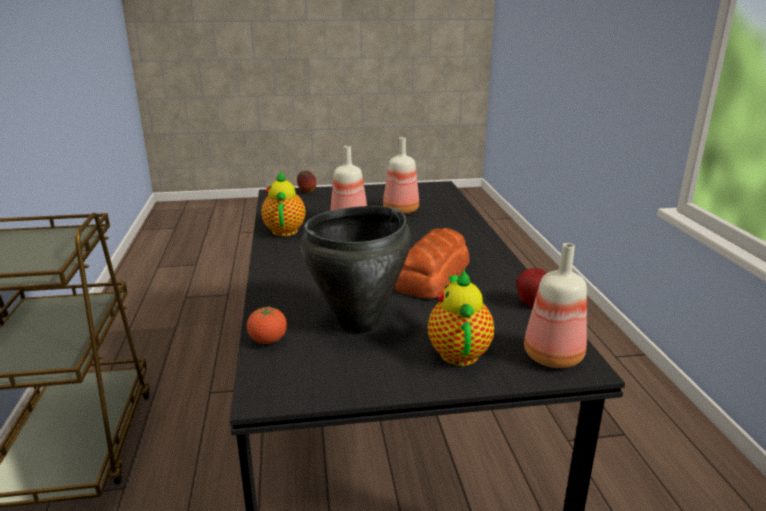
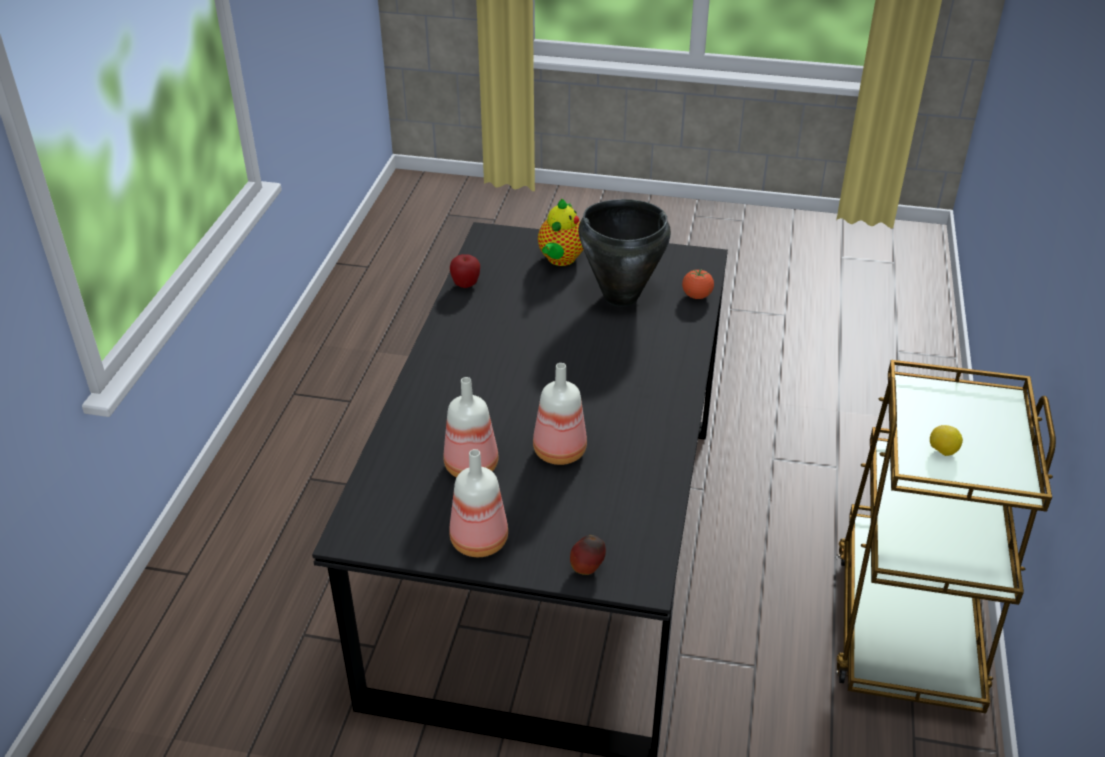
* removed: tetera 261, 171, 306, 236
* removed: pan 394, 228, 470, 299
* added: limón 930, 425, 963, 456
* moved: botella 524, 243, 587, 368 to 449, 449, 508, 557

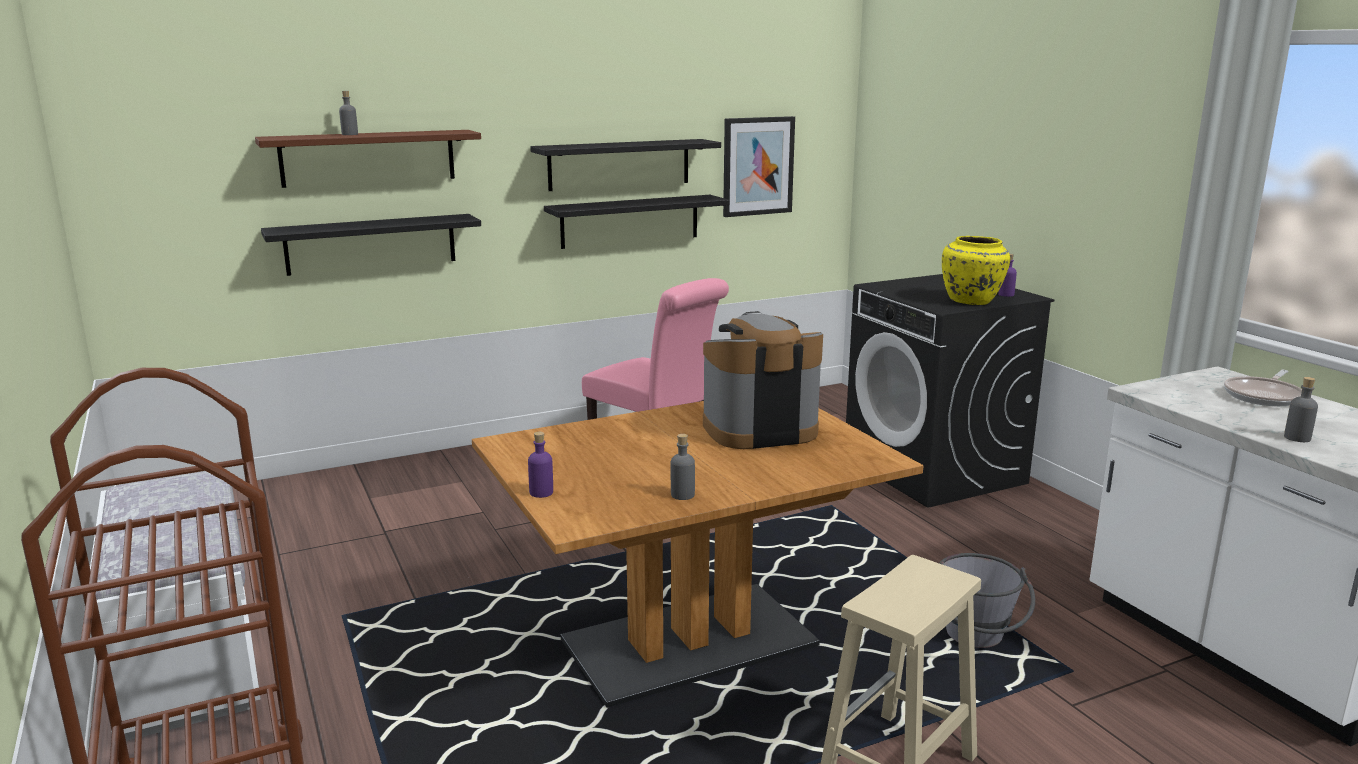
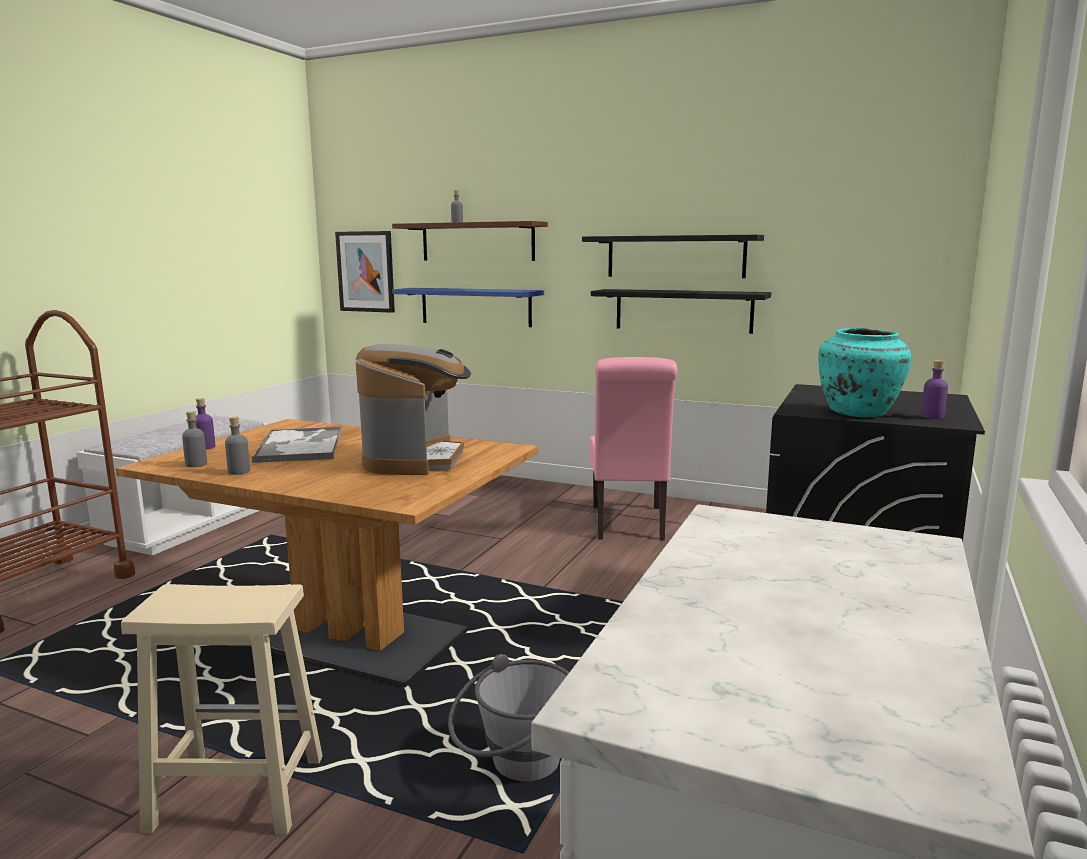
* removed: sartén 1224, 370, 1302, 406
* added: bandeja 251, 427, 342, 463
* moved: cuadro 723, 116, 795, 217 to 335, 231, 395, 313
* moved: botella/gris 1284, 377, 1318, 442 to 182, 411, 207, 467
* recoloured: estante/negro 261, 214, 481, 276 to estante/azul 392, 288, 544, 327
* recoloured: florero/amarillo 942, 236, 1010, 305 to florero/turquesa 818, 328, 911, 417
* turned: cafetera 703, 311, 823, 449 = 356, 344, 471, 475 60 degrees clockwise

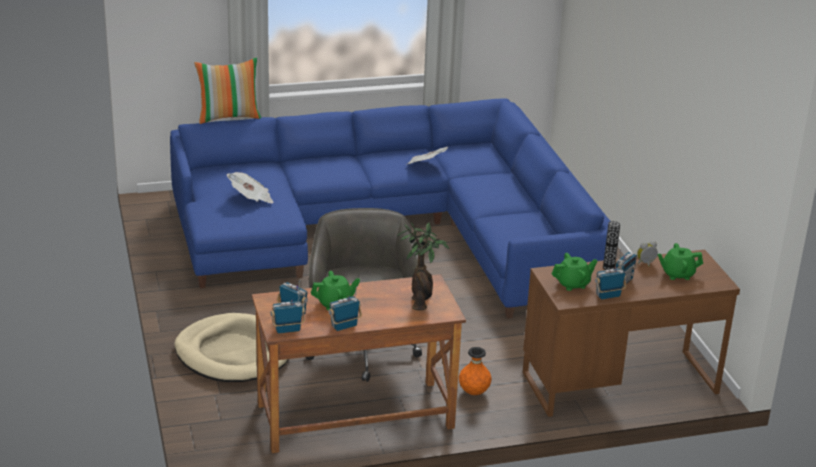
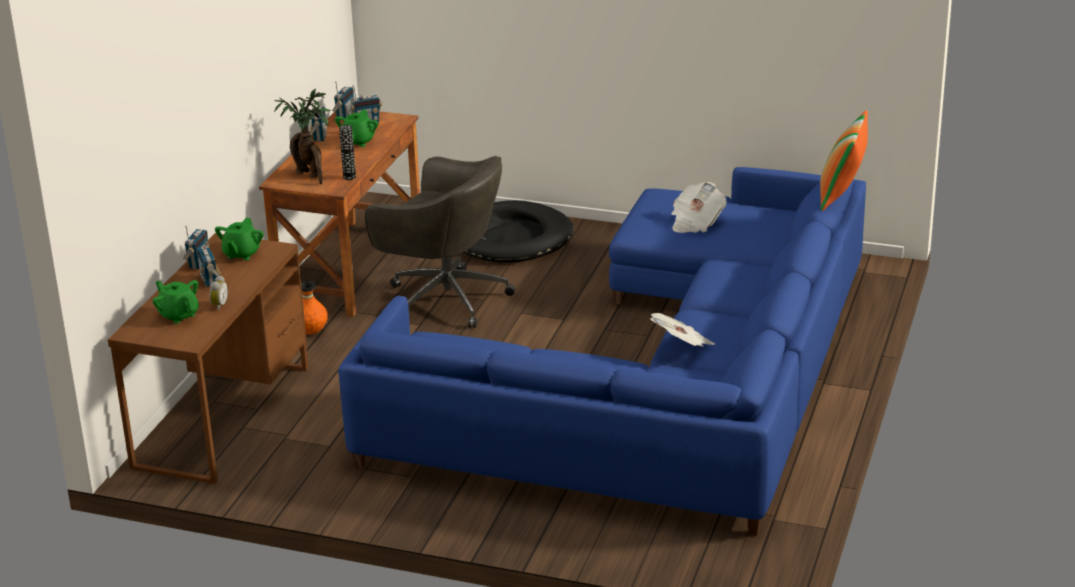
* moved: florero 603, 221, 620, 270 to 339, 125, 356, 180
* recoloured: cama para perro/beis 174, 313, 289, 382 to cama para perro/negro 463, 200, 574, 263
* turned: tetera/verde 657, 243, 703, 280 = 153, 280, 199, 324 75 degrees counterclockwise

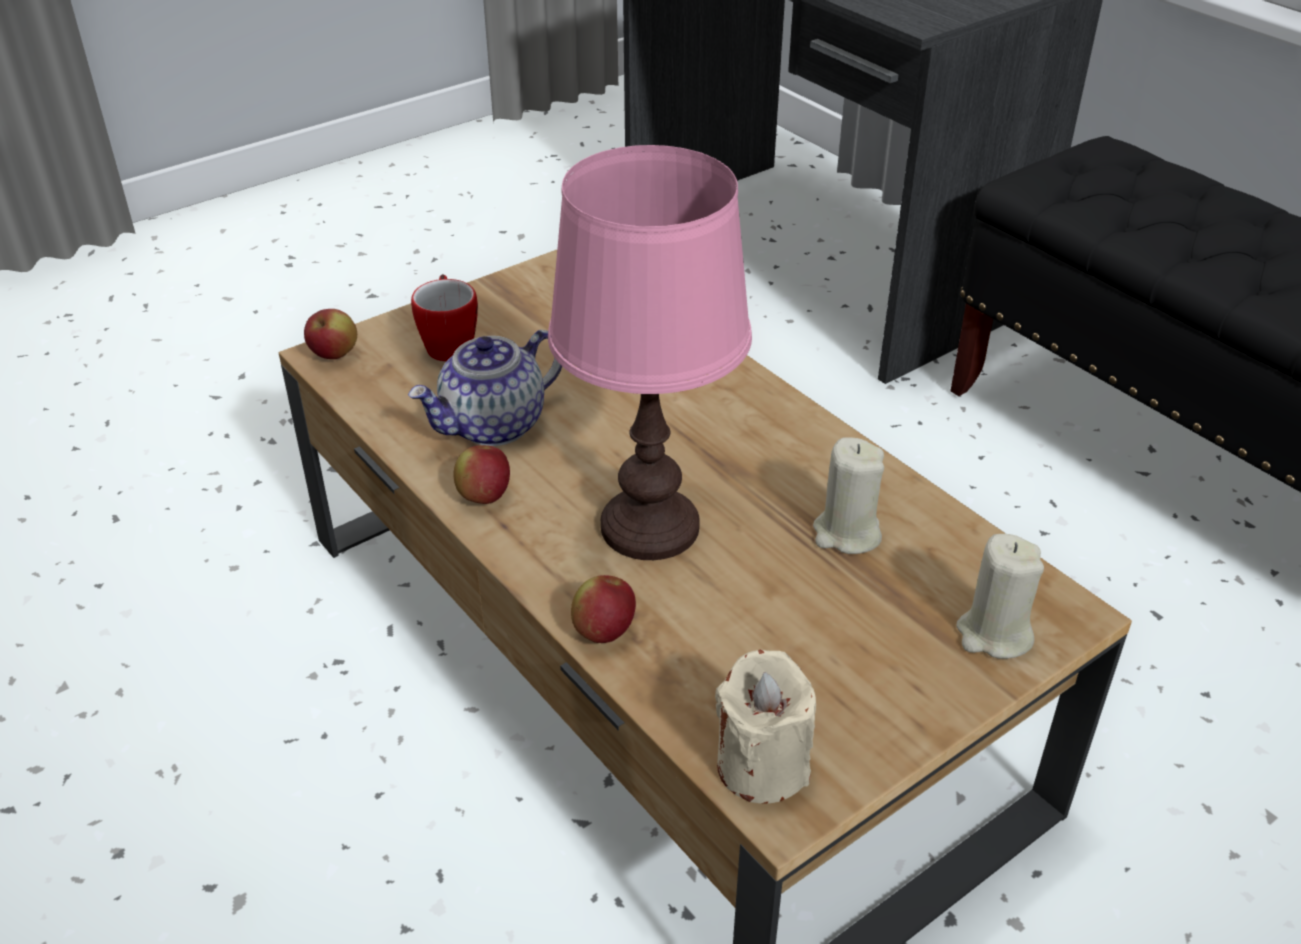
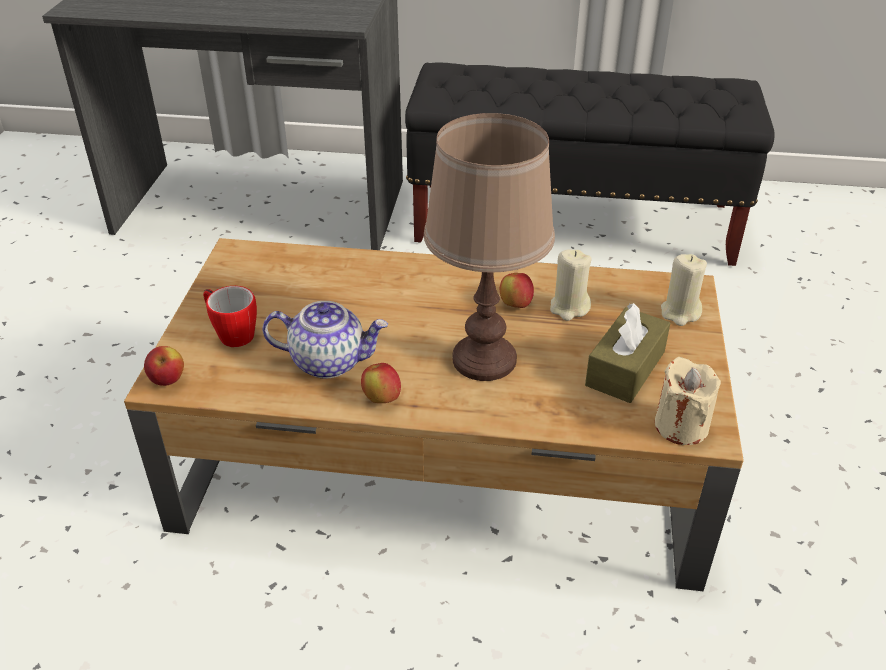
* added: caja de pañuelos/marrón 585, 303, 670, 403
* moved: manzana 571, 575, 636, 643 to 500, 273, 534, 308
* recoloured: lámpara de mesa/rosa 548, 145, 752, 560 to lámpara de mesa/marrón 424, 113, 555, 381
* turned: tetera 408, 330, 562, 446 = 262, 301, 388, 379 90 degrees counterclockwise

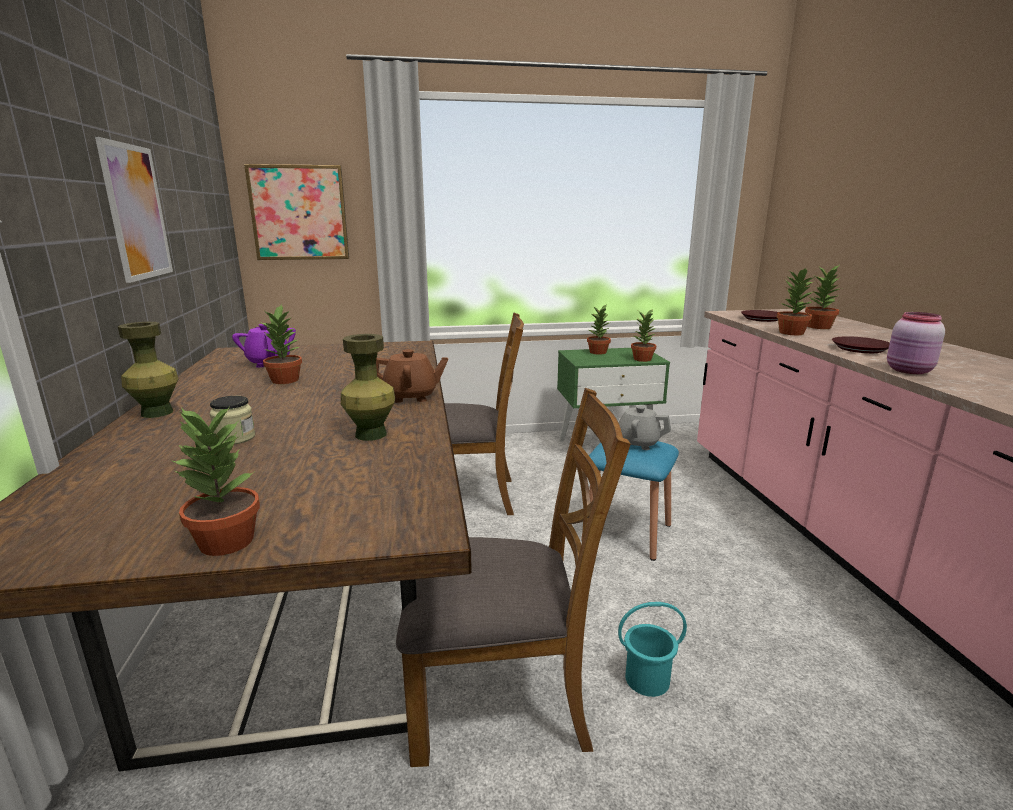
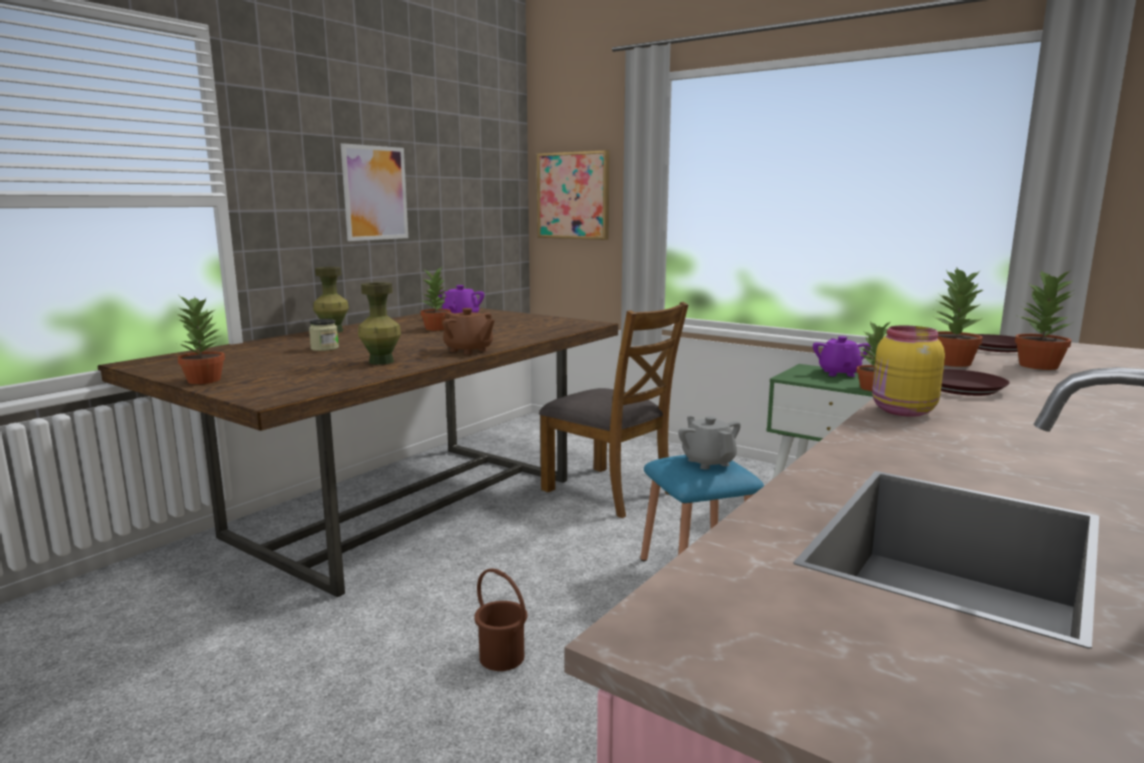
* removed: silla/marrón 396, 388, 631, 767
* replaced: planta en maceta 587, 305, 611, 355 to tetera/morado 813, 336, 871, 377
* recoloured: cubo/turquesa 618, 602, 687, 697 to cubo/marrón 474, 568, 527, 671
* recoloured: tarro/rosa 887, 312, 945, 374 to tarro/amarillo 872, 325, 945, 417

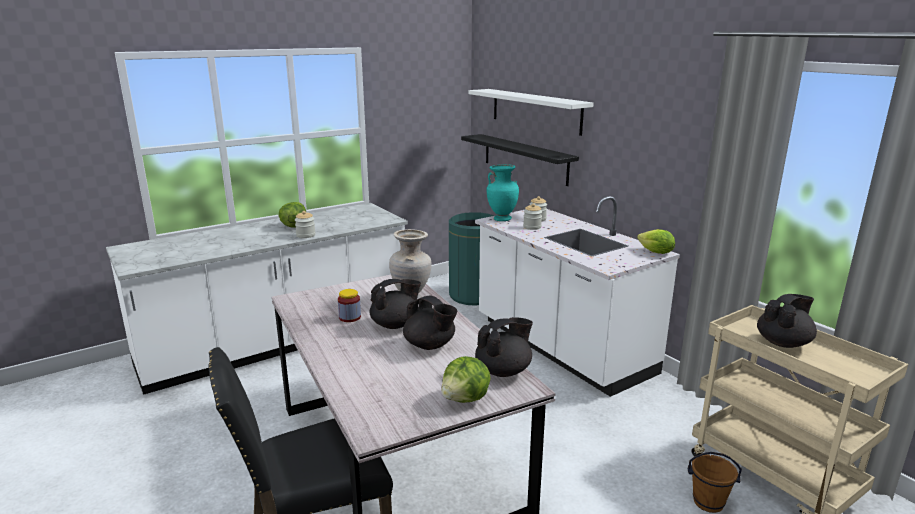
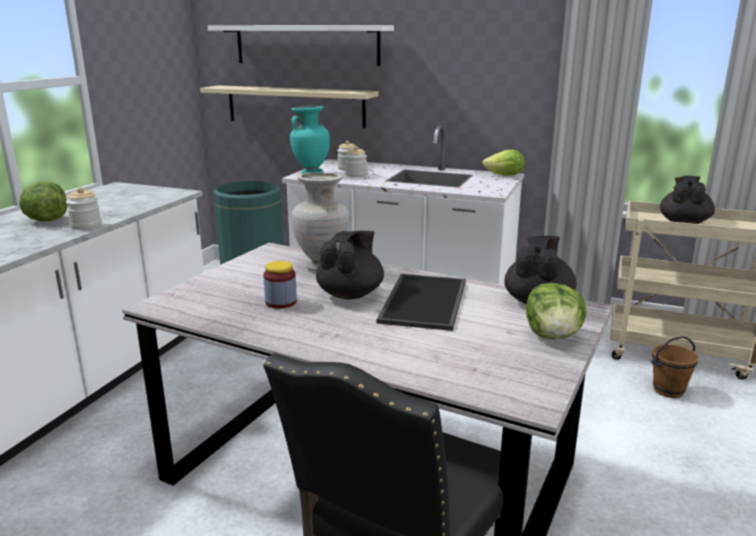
* replaced: tetera/negro 403, 295, 457, 350 to bandeja 377, 274, 466, 331
* recoloured: estante/negro 461, 134, 579, 186 to estante/beis 200, 85, 378, 128

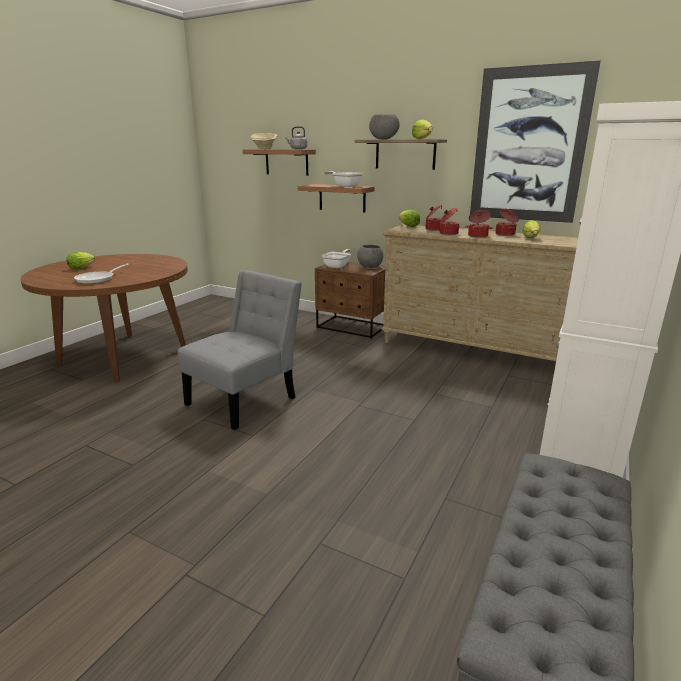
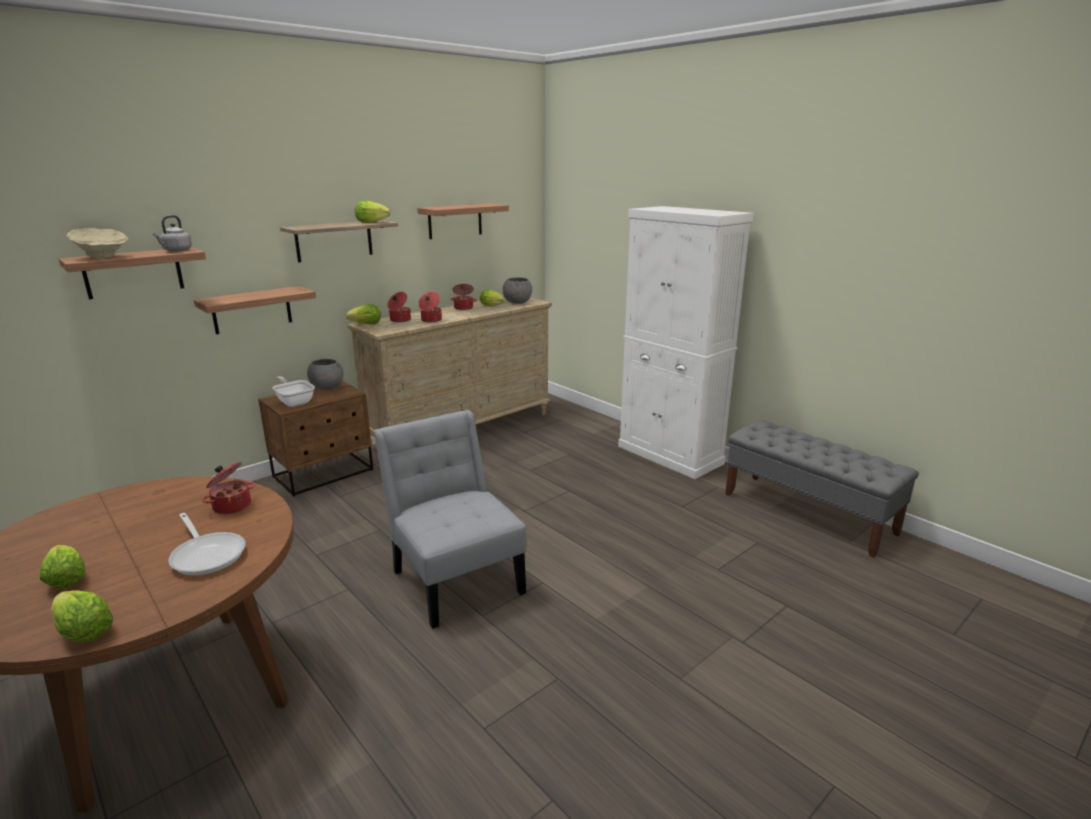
* removed: sartén 324, 171, 363, 187
* added: lechuga 51, 590, 113, 642
* moved: cuenco/gris 369, 114, 400, 140 to 503, 277, 532, 304
* moved: olla 465, 210, 493, 238 to 202, 462, 255, 514
* replaced: cuadro 470, 60, 601, 223 to estante 417, 204, 509, 239

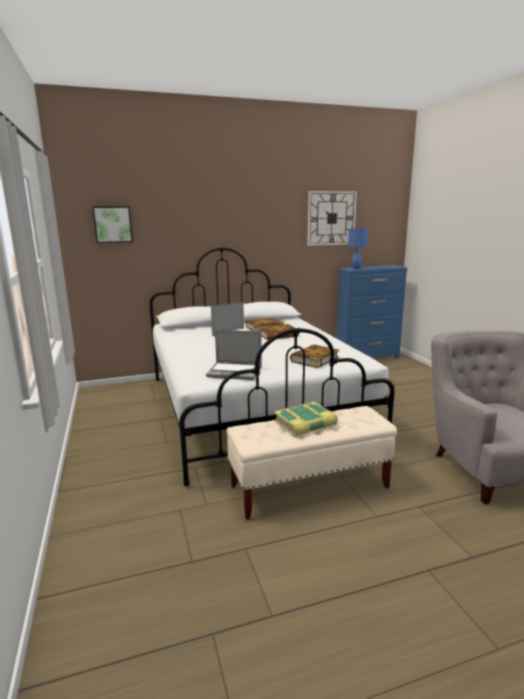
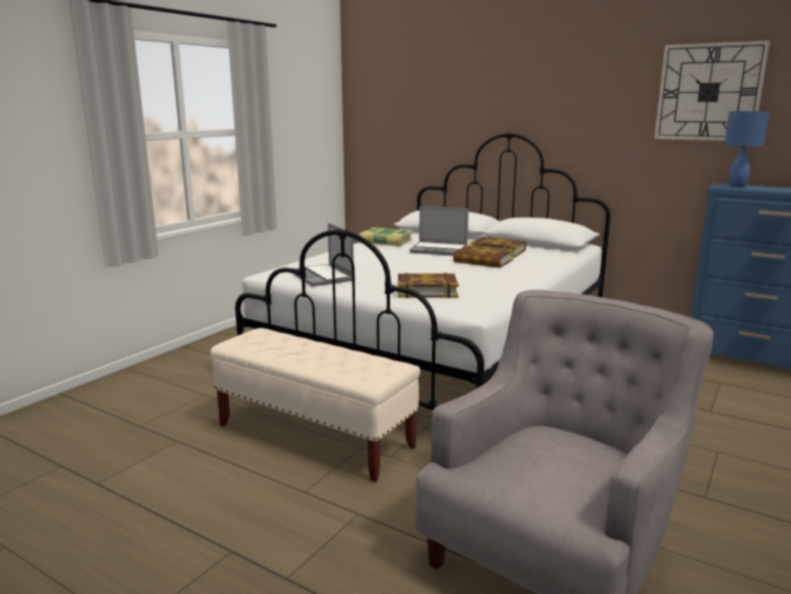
* removed: cuadro 92, 206, 133, 243
* moved: libro 274, 402, 338, 436 to 359, 227, 413, 246

